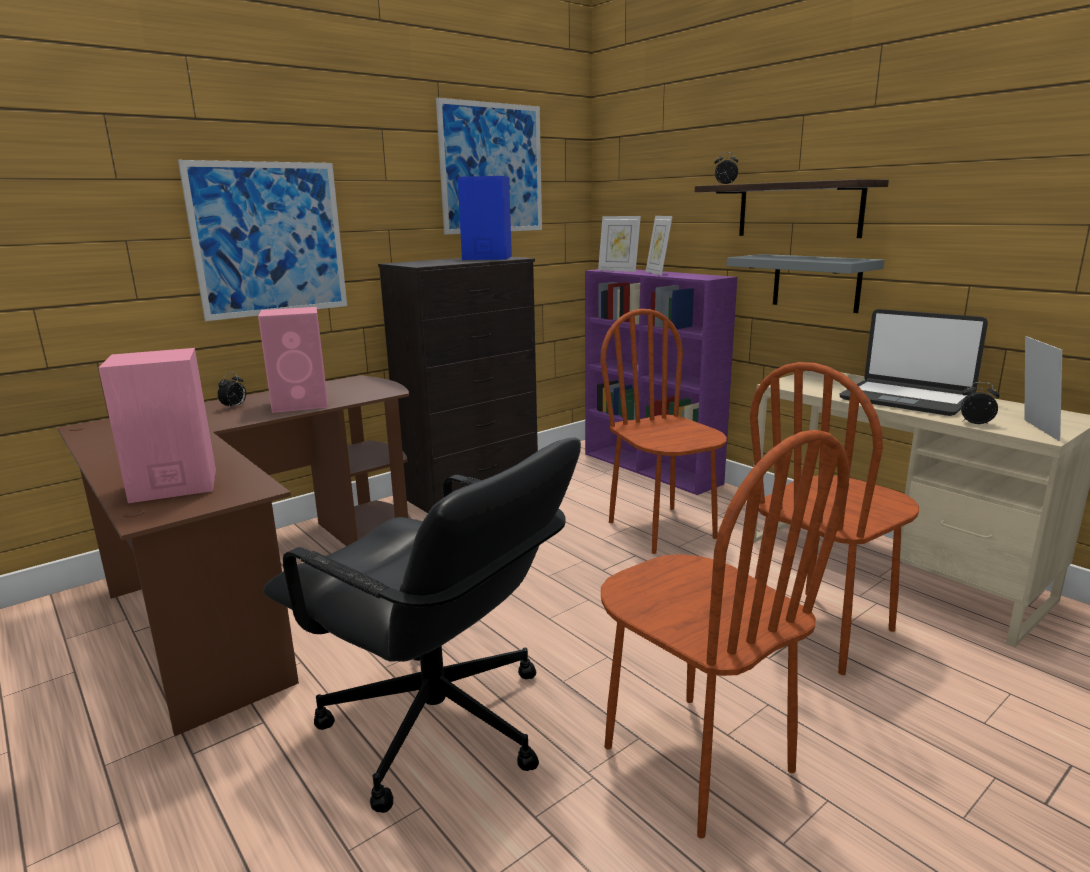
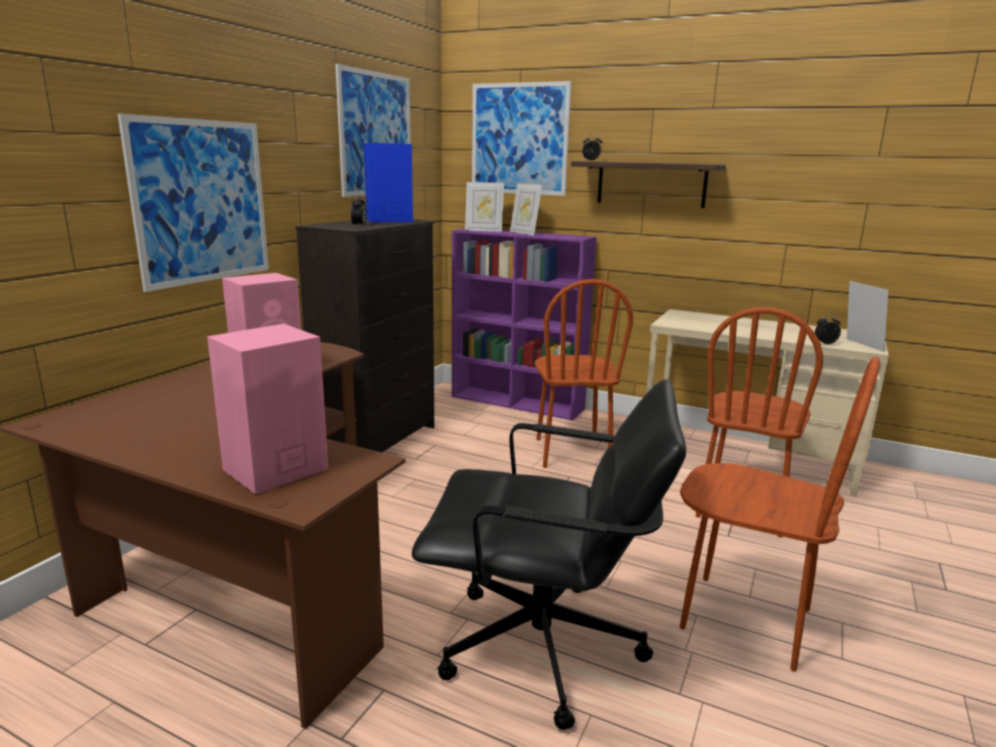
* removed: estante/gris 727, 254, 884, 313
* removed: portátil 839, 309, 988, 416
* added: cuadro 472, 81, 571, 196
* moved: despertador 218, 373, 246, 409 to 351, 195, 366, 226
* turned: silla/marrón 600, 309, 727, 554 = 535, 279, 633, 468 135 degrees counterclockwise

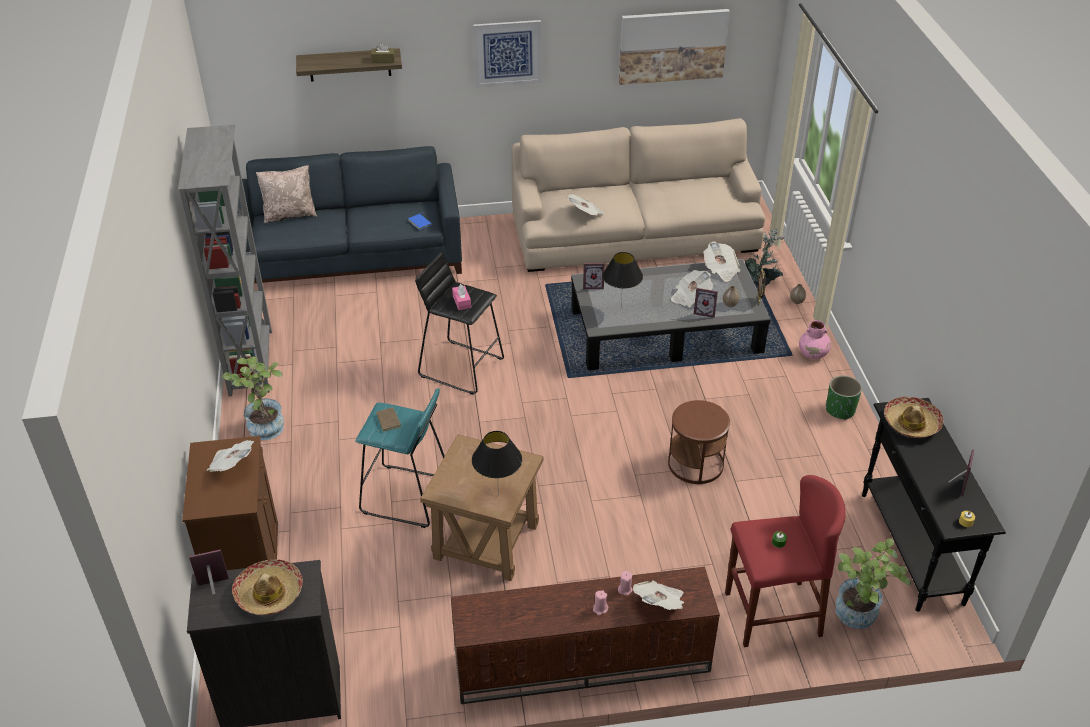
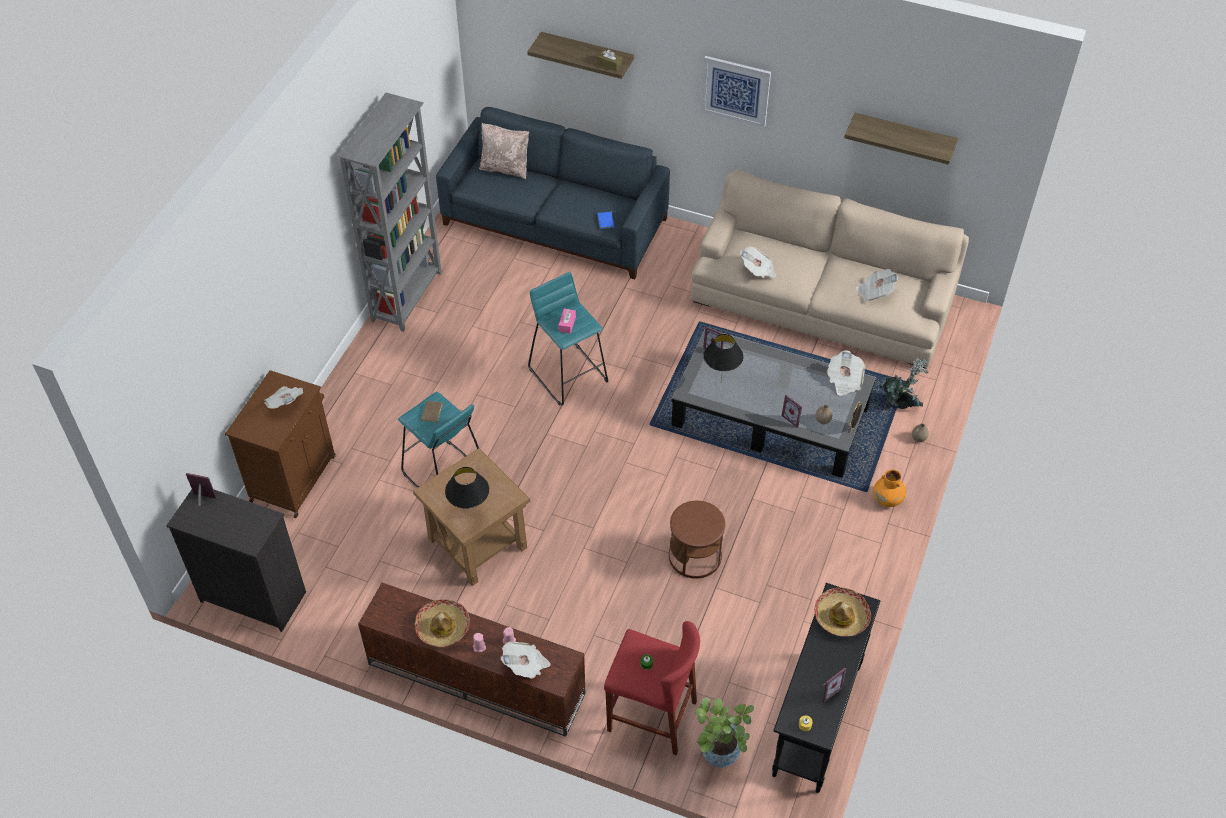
* removed: planta en maceta 222, 356, 284, 440
* removed: maceta/verde 826, 376, 862, 420
* moved: sombrero 232, 559, 303, 615 to 415, 599, 470, 647
* moved: periódico 671, 270, 713, 307 to 856, 269, 899, 302
* replaced: cuadro 619, 9, 730, 85 to estante 845, 113, 958, 165
* recoloured: taburete/negro 415, 252, 504, 394 to taburete/turquesa 528, 272, 608, 405
* recoloured: florero/rosa 799, 320, 831, 359 to florero/naranja 873, 470, 906, 507

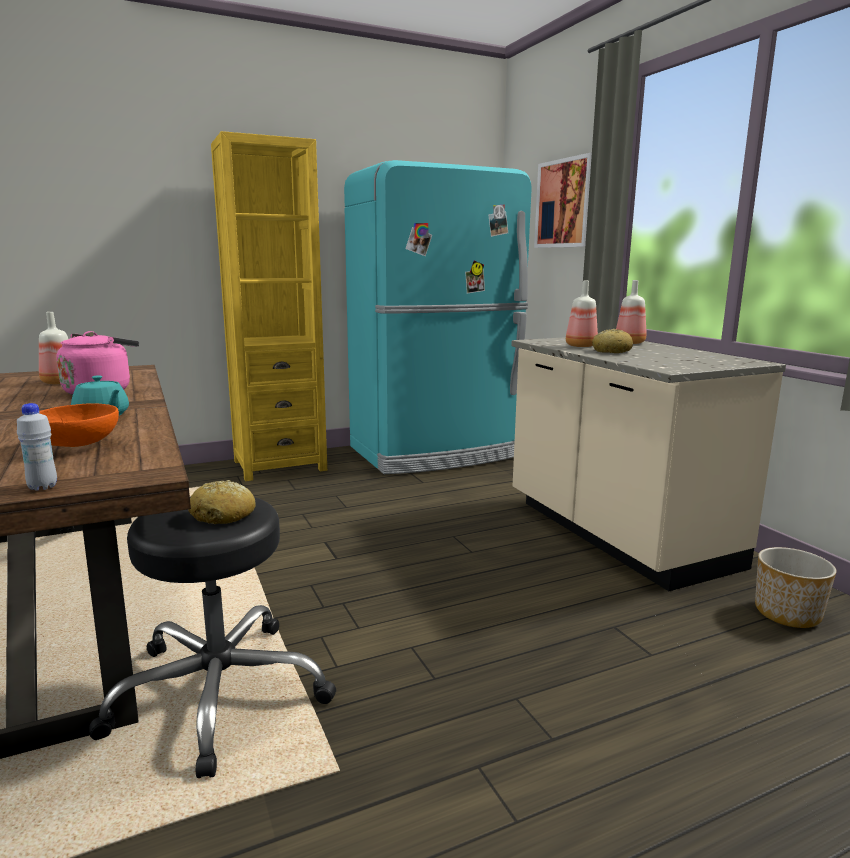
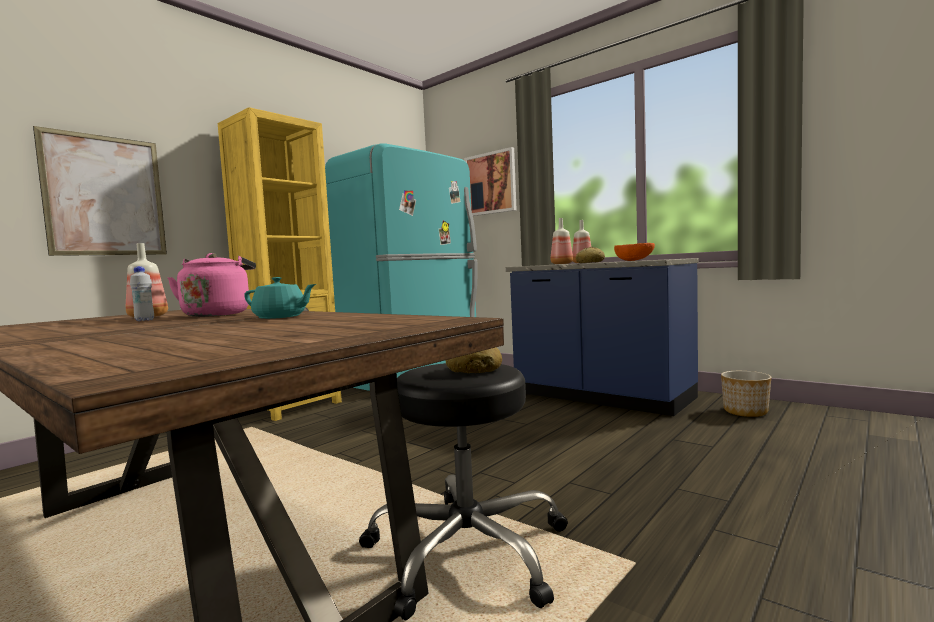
* added: cuadro 33, 126, 167, 256
* moved: botella/blanco 17, 403, 57, 491 to 130, 266, 154, 321
* moved: cuenco/naranja 39, 403, 119, 447 to 614, 243, 655, 261
* recoloured: mueble bajo de cocina/beis 511, 337, 786, 591 to mueble bajo de cocina/azul 506, 258, 699, 416

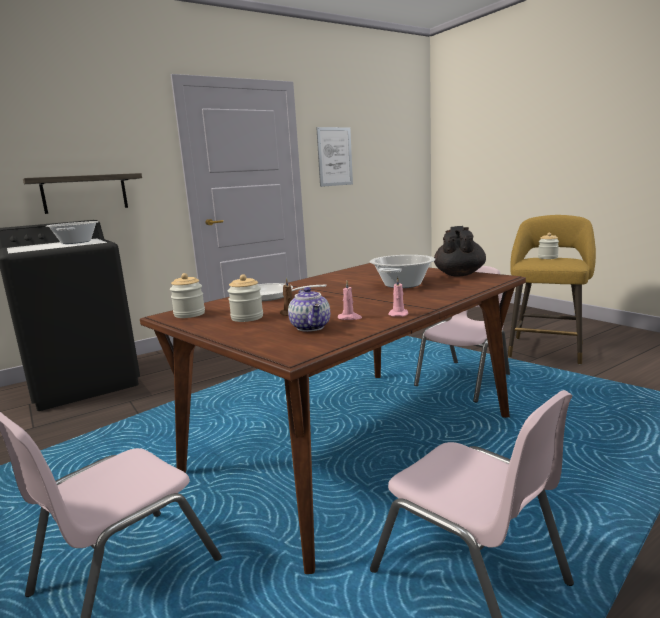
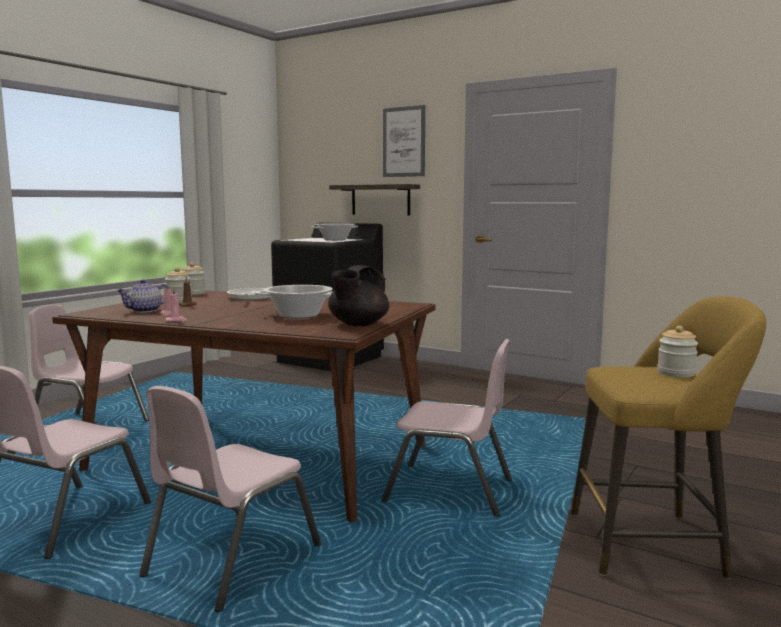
* added: silla/rosa 139, 386, 321, 612
* moved: cuadro 316, 127, 353, 187 to 383, 105, 425, 177
* turned: tetera/negro 434, 226, 486, 277 = 328, 265, 389, 326 135 degrees clockwise

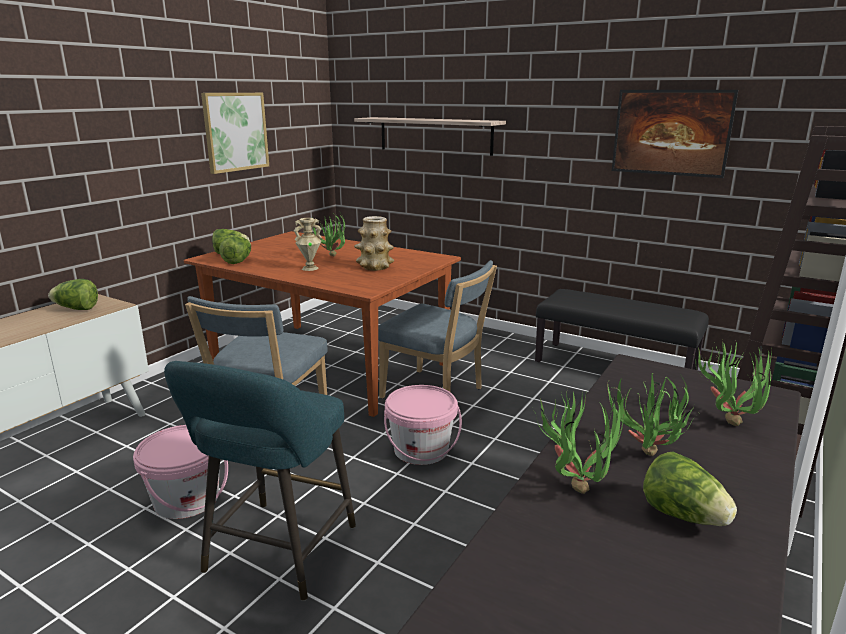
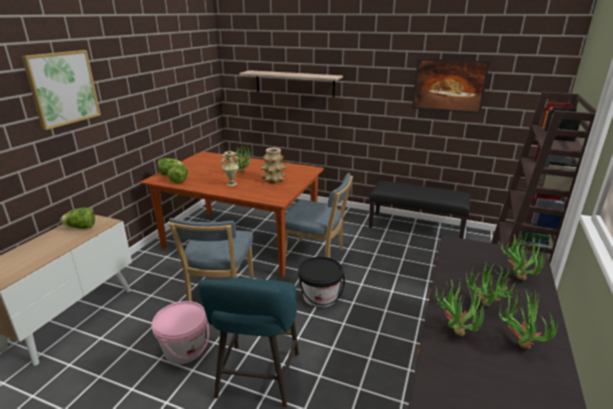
* moved: cuadro 201, 93, 269, 174 to 22, 50, 101, 130
* replaced: lechuga 643, 451, 737, 526 to planta en maceta 499, 288, 558, 349
* recoloured: cubo/rosa 384, 385, 462, 465 to cubo/negro 298, 257, 345, 308

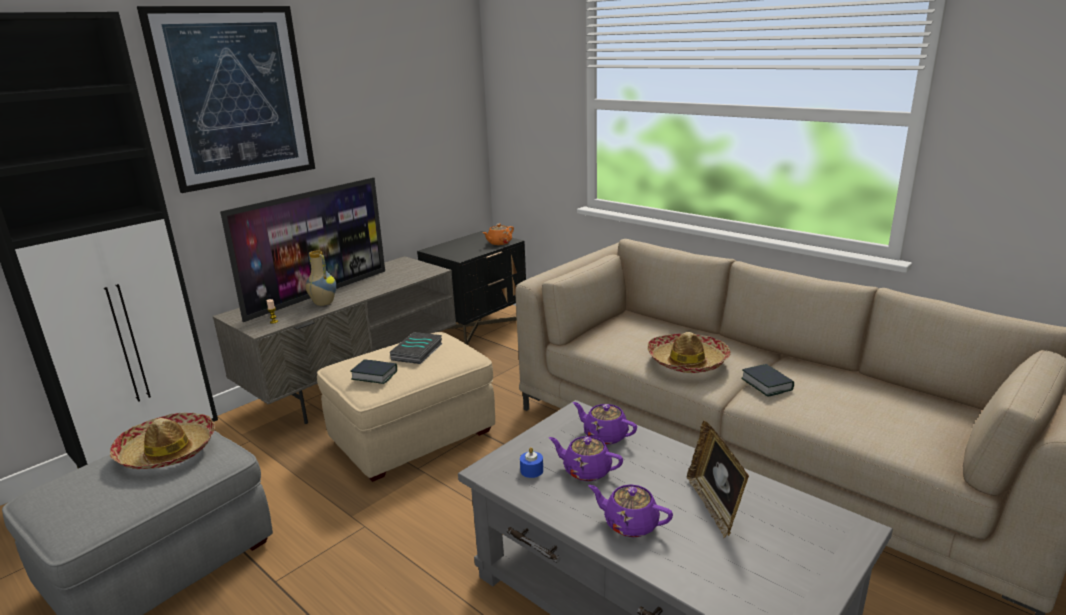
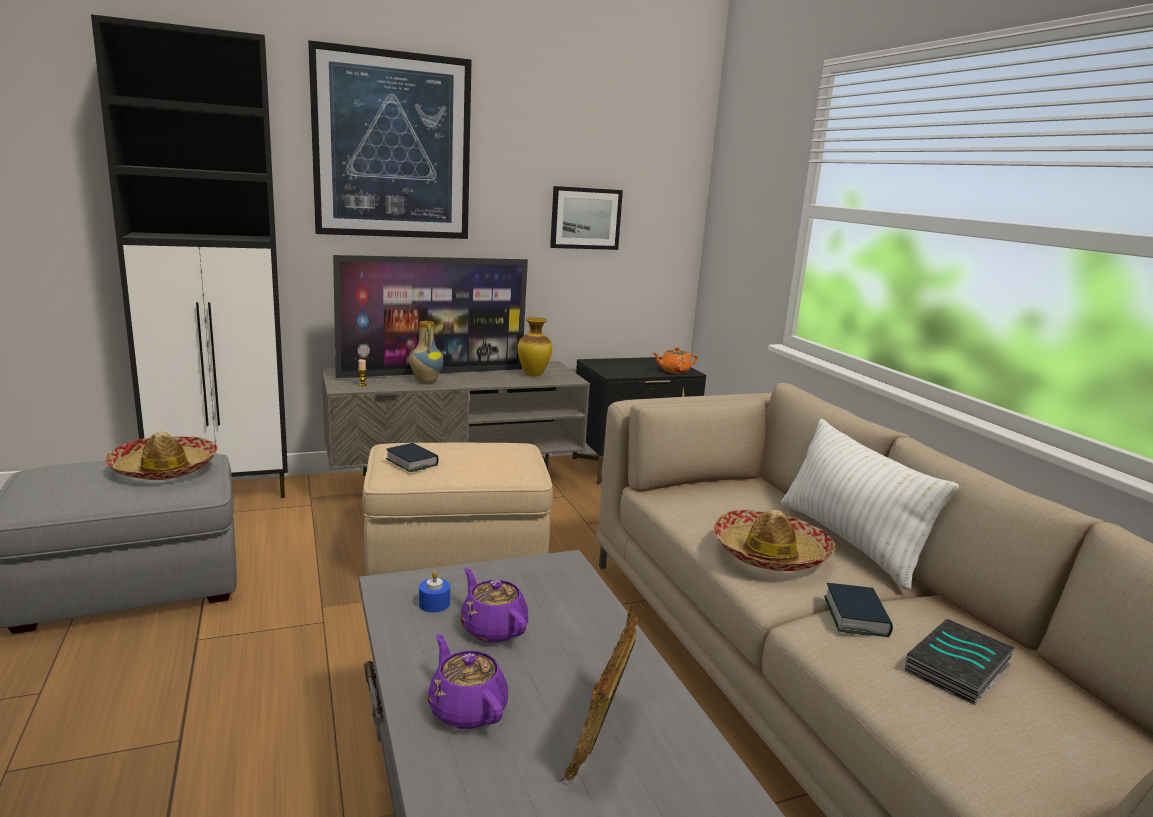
* removed: tetera/morado 573, 402, 637, 445
* added: florero 517, 317, 552, 376
* added: cuadro 550, 186, 623, 250
* added: cojín/blanco 781, 419, 959, 590
* moved: libro 390, 332, 443, 364 to 905, 619, 1015, 705

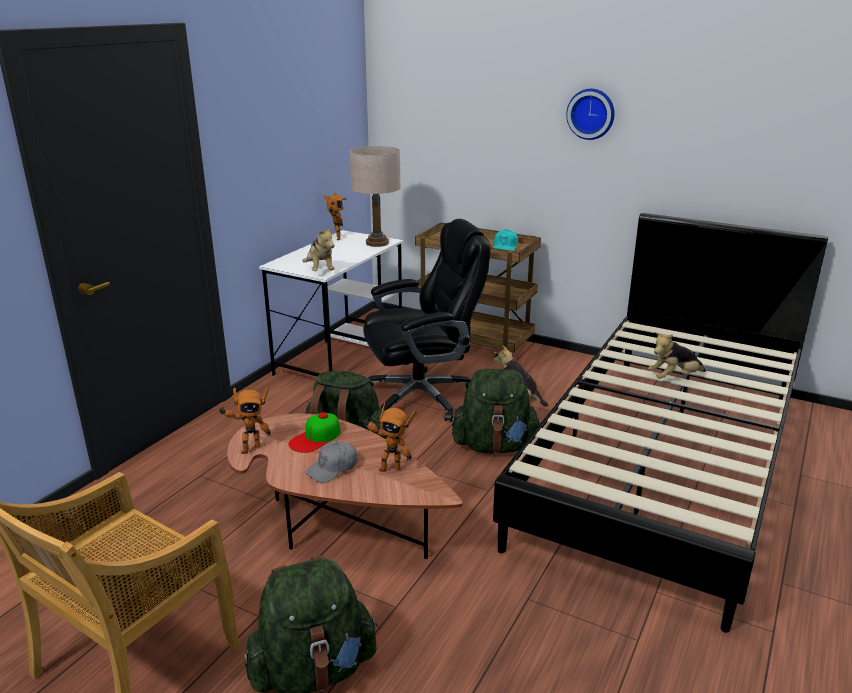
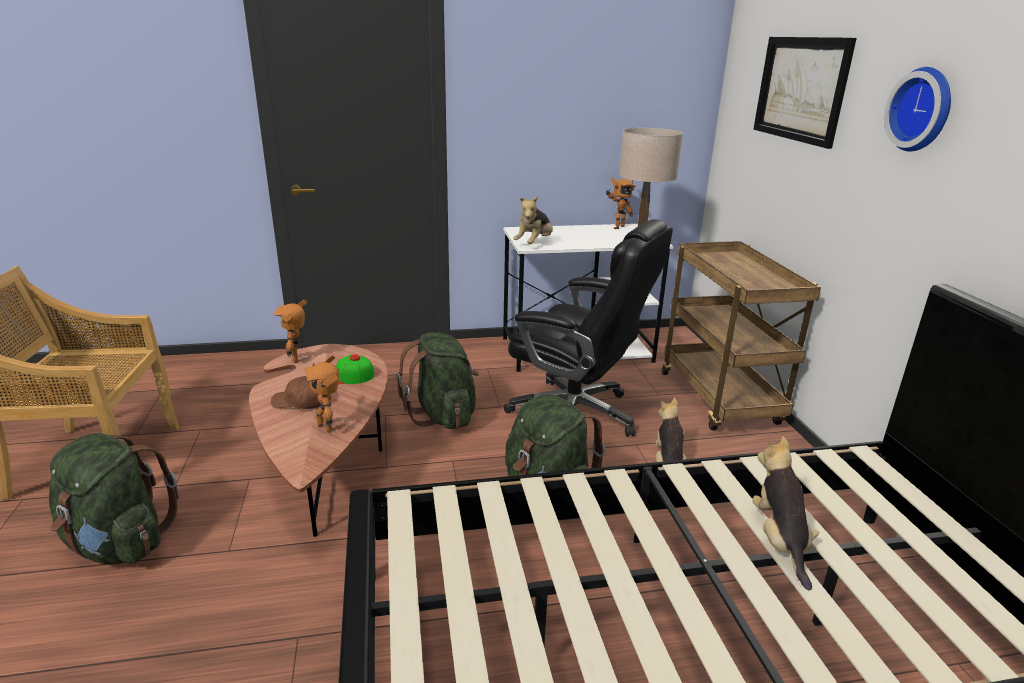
* removed: gorra/turquesa 493, 229, 518, 251
* added: cuadro 753, 37, 857, 149
* recoloured: gorra/gris 305, 441, 357, 483 to gorra/marrón 271, 376, 320, 409
* turned: robot de juguete 218, 387, 271, 454 = 274, 300, 307, 363 60 degrees clockwise
* turned: peluche 648, 332, 706, 379 = 752, 436, 819, 590 60 degrees clockwise

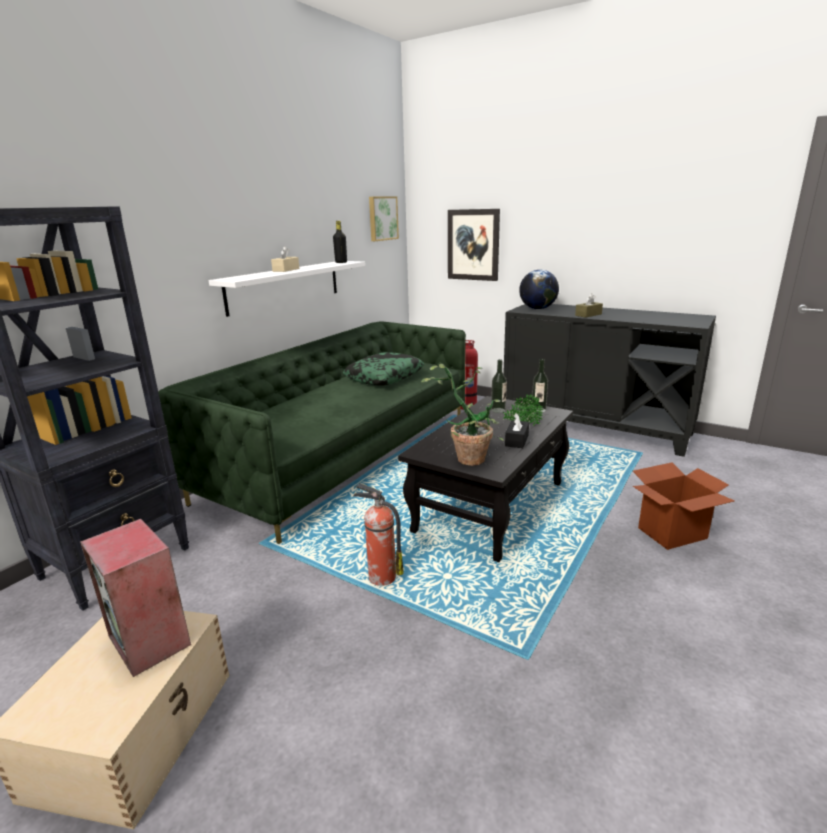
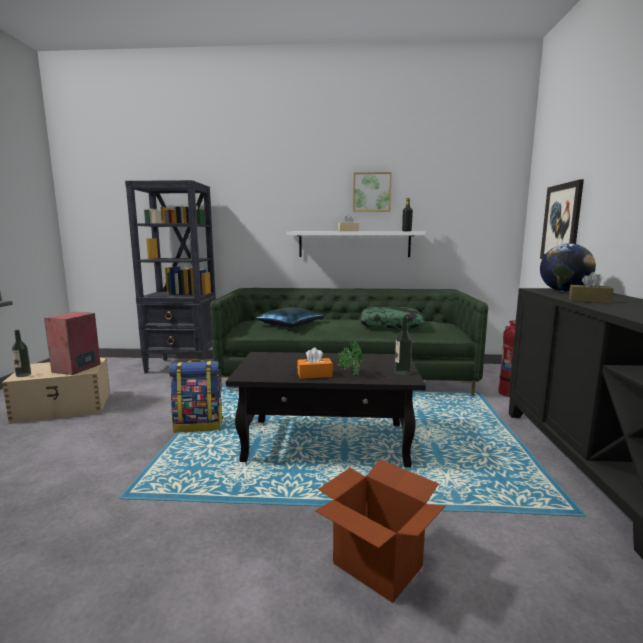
* removed: planta en maceta 421, 363, 504, 466
* added: cojín/azul 256, 307, 324, 327
* moved: cuadro 369, 196, 399, 241 to 353, 172, 392, 212
* moved: botella 491, 359, 507, 413 to 12, 330, 31, 377
* replaced: extintor 353, 484, 404, 586 to mochila 169, 360, 223, 433
* recoloured: caja de pañuelos/negro 505, 413, 529, 448 to caja de pañuelos/naranja 297, 347, 333, 379

